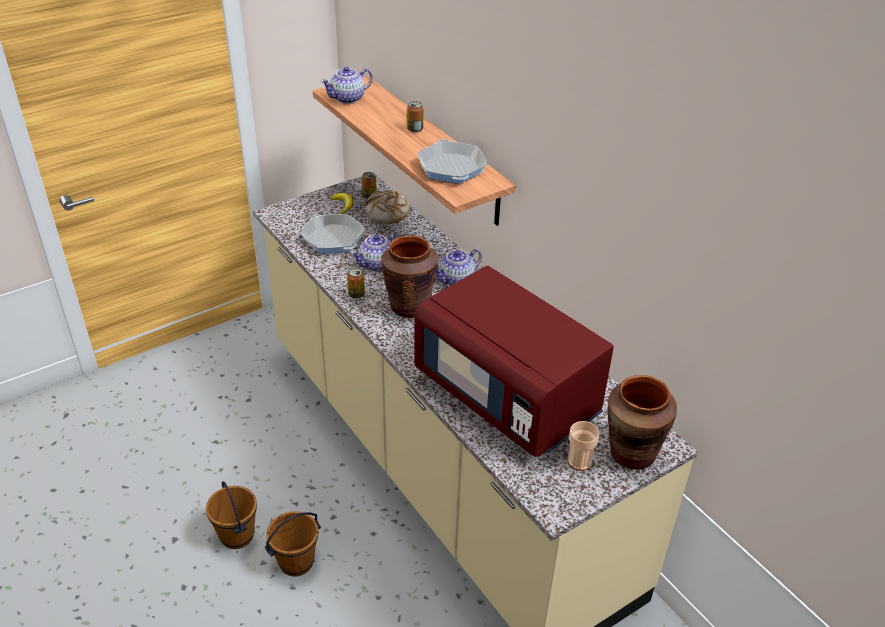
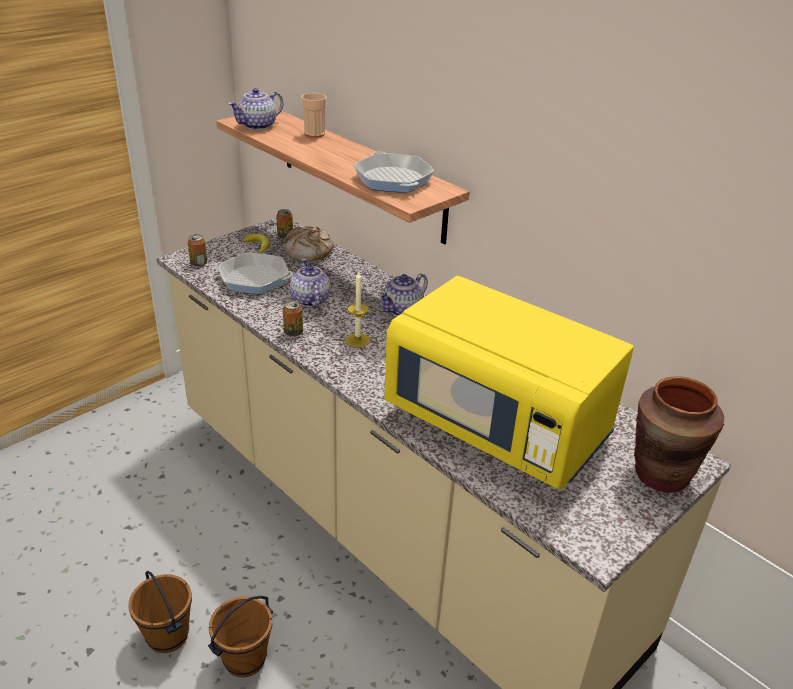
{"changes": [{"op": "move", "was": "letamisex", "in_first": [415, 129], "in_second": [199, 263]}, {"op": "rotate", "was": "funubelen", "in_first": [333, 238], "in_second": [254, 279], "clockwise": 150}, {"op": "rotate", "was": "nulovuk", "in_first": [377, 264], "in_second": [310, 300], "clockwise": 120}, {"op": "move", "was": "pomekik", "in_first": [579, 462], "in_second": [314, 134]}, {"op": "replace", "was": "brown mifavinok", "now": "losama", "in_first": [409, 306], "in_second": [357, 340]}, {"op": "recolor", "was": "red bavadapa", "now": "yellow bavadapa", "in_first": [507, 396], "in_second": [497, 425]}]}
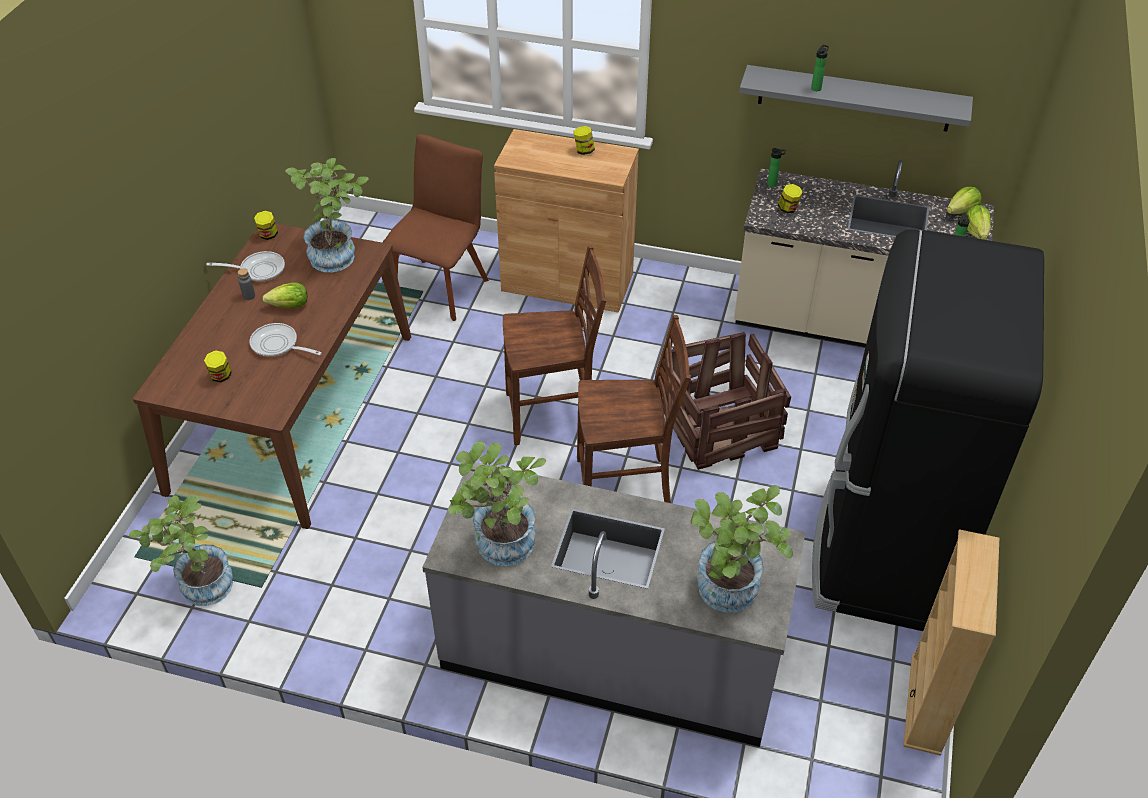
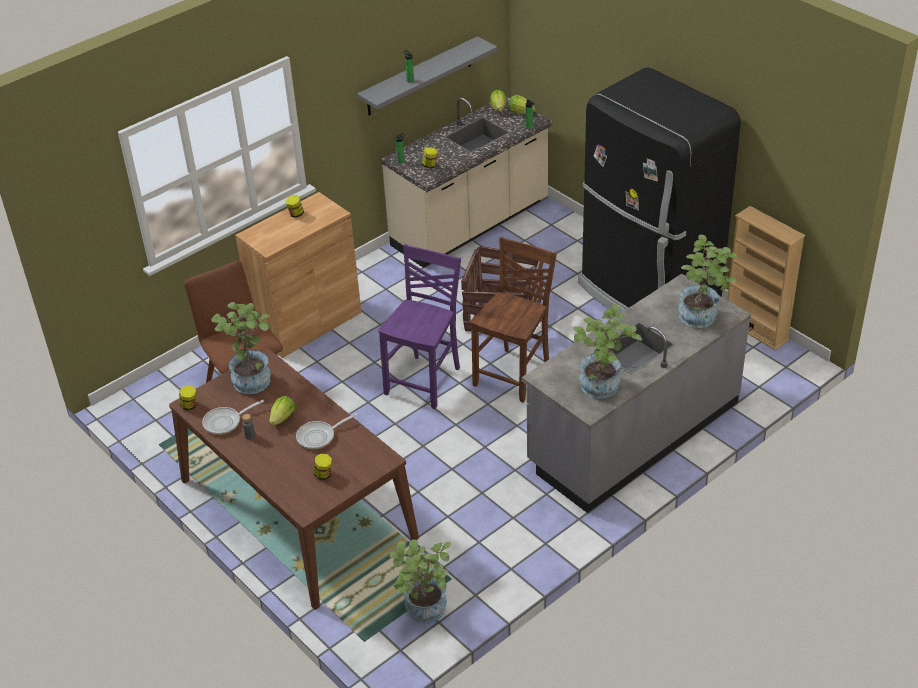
{"changes": [{"op": "rotate", "was": "funubelen", "in_first": [258, 270], "in_second": [225, 422], "clockwise": -150}, {"op": "recolor", "was": "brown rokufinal", "now": "purple rokufinal", "in_first": [553, 415], "in_second": [425, 381]}]}
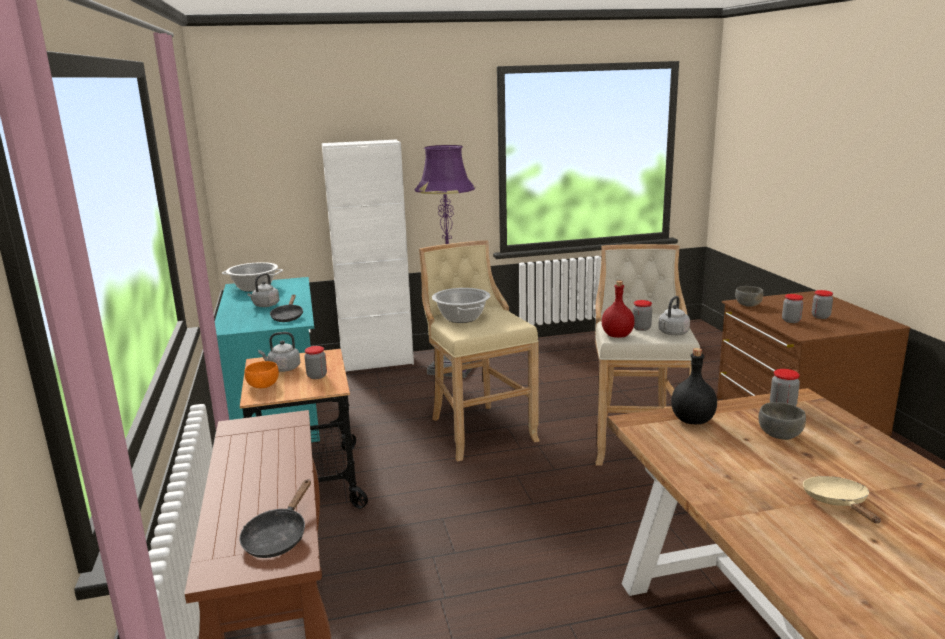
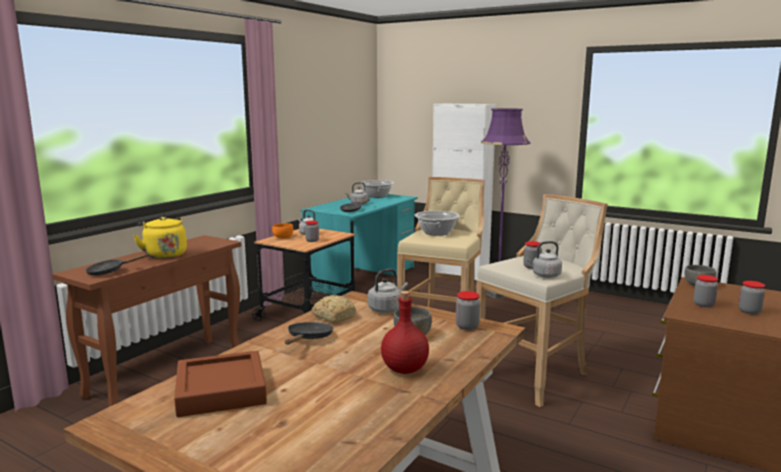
{"changes": [{"op": "insert", "now": "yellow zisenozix", "in_second": [164, 254]}, {"op": "insert", "now": "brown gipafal", "in_second": [221, 390]}, {"op": "insert", "now": "black funubelen", "in_second": [308, 338]}, {"op": "insert", "now": "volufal", "in_second": [334, 316]}, {"op": "replace", "was": "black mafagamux", "now": "grey zisenozix", "in_first": [691, 420], "in_second": [386, 309]}, {"op": "move", "was": "red mafagamux", "in_first": [617, 336], "in_second": [404, 369]}, {"op": "delete", "was": "beige funubelen", "in_first": [838, 502]}]}
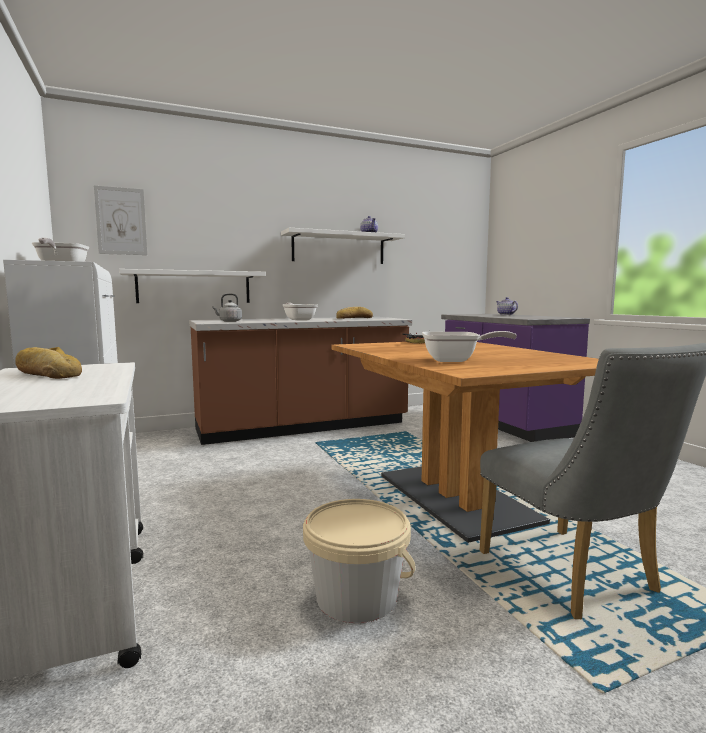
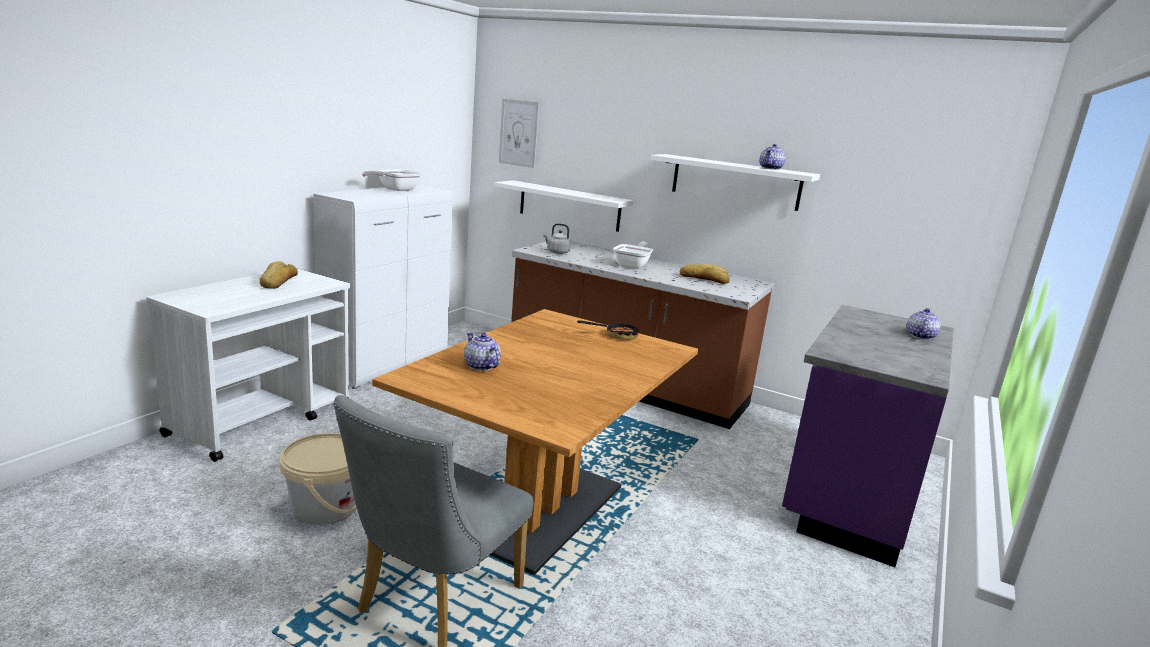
{"changes": [{"op": "replace", "was": "funubelen", "now": "nulovuk", "in_first": [456, 360], "in_second": [481, 366]}]}
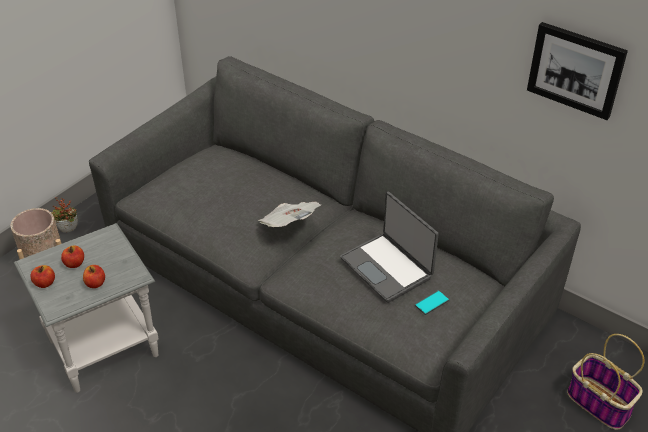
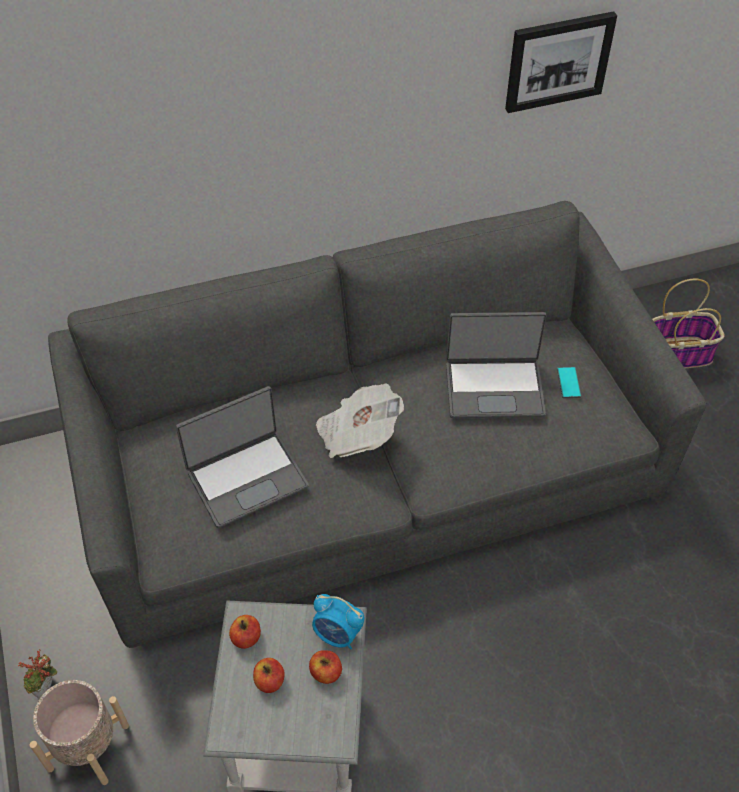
{"changes": [{"op": "insert", "now": "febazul", "in_second": [246, 478]}, {"op": "move", "was": "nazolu", "in_first": [45, 283], "in_second": [246, 638]}, {"op": "insert", "now": "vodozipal", "in_second": [338, 634]}]}
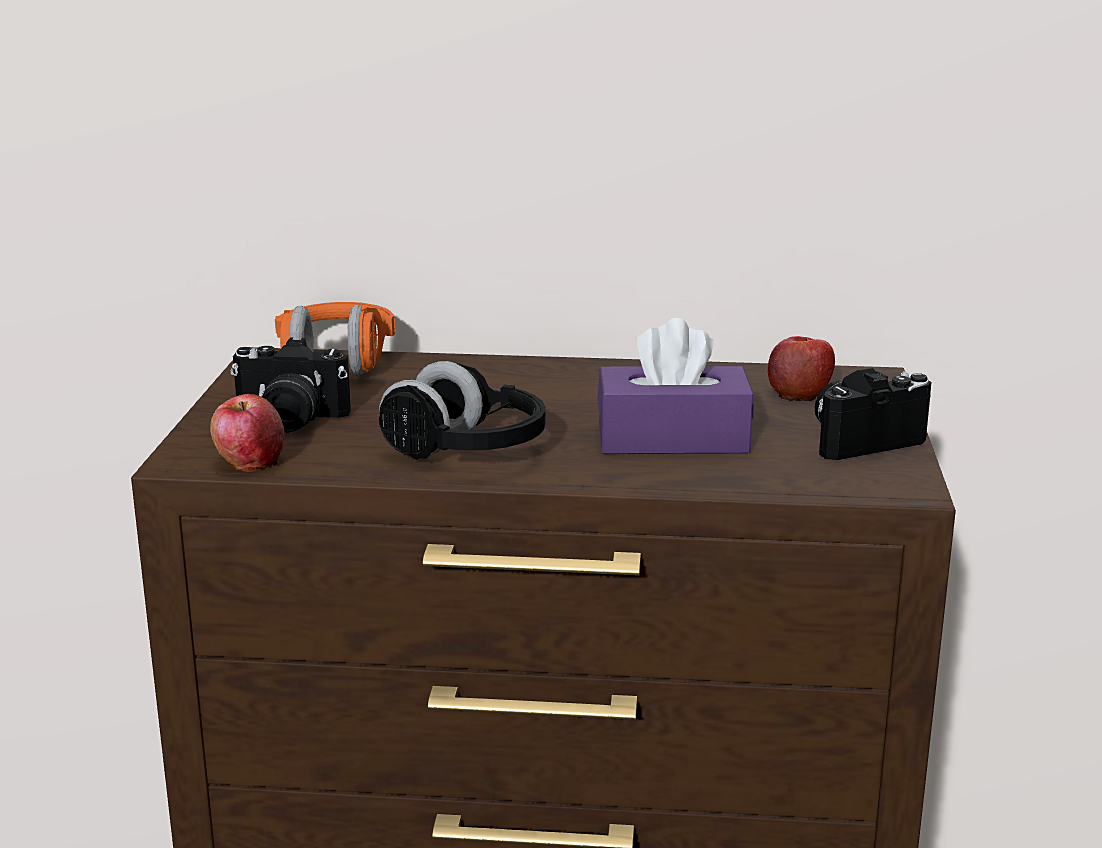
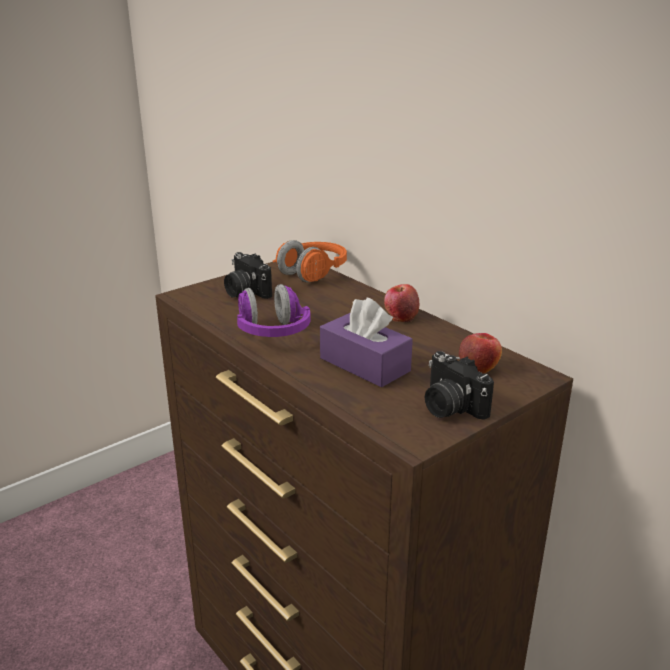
{"changes": [{"op": "recolor", "was": "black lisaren", "now": "purple lisaren", "in_first": [465, 452], "in_second": [272, 333]}, {"op": "move", "was": "nazolu", "in_first": [250, 461], "in_second": [401, 316]}, {"op": "rotate", "was": "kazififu", "in_first": [861, 441], "in_second": [449, 407], "clockwise": -150}]}
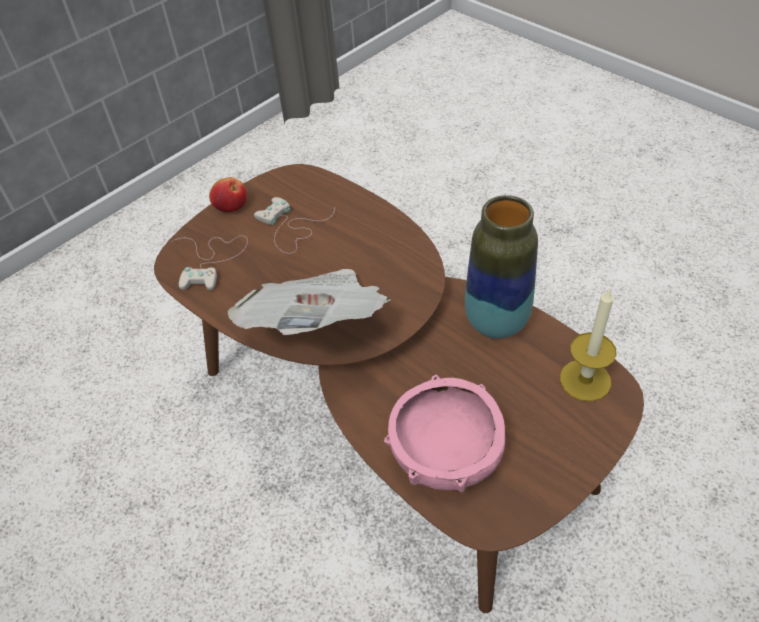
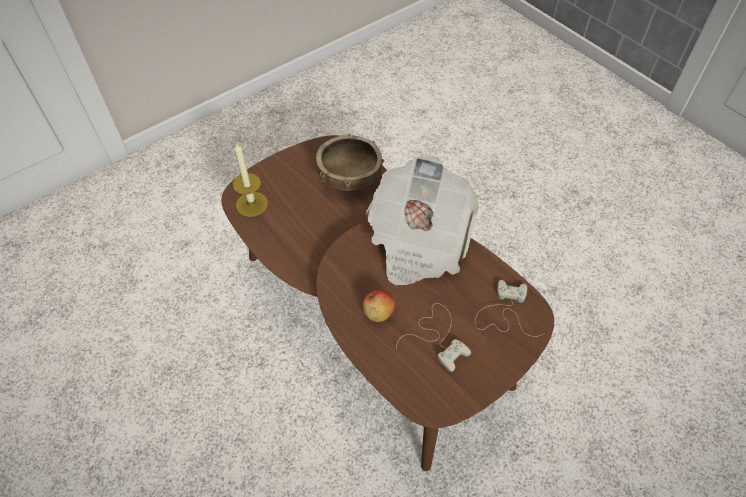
{"changes": [{"op": "recolor", "was": "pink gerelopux", "now": "brown gerelopux", "in_first": [446, 452], "in_second": [349, 177]}, {"op": "move", "was": "nazolu", "in_first": [231, 205], "in_second": [378, 312]}, {"op": "delete", "was": "mifavinok", "in_first": [496, 322]}]}
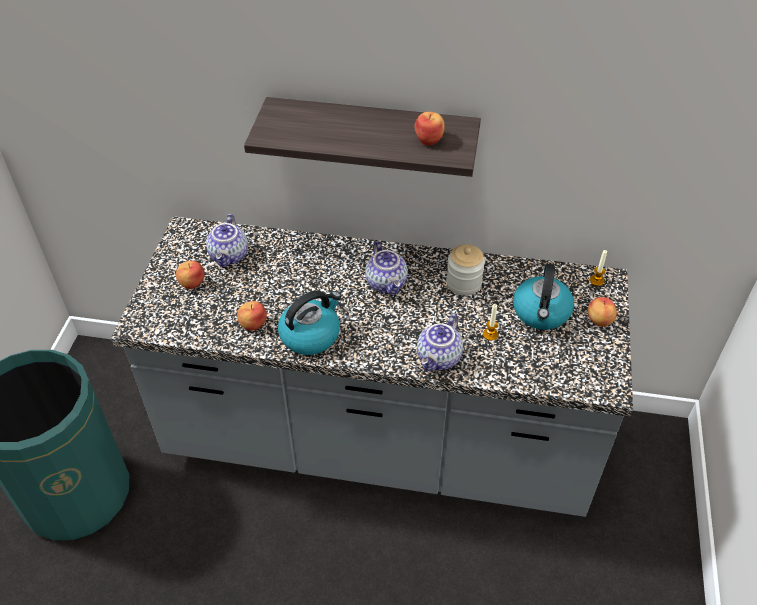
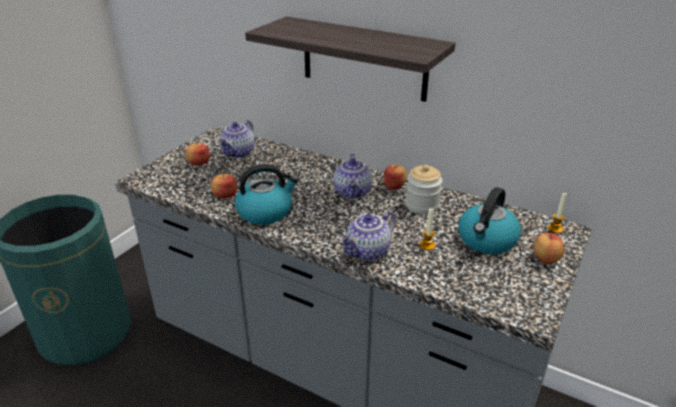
{"changes": [{"op": "move", "was": "nazolu", "in_first": [429, 139], "in_second": [394, 186]}]}
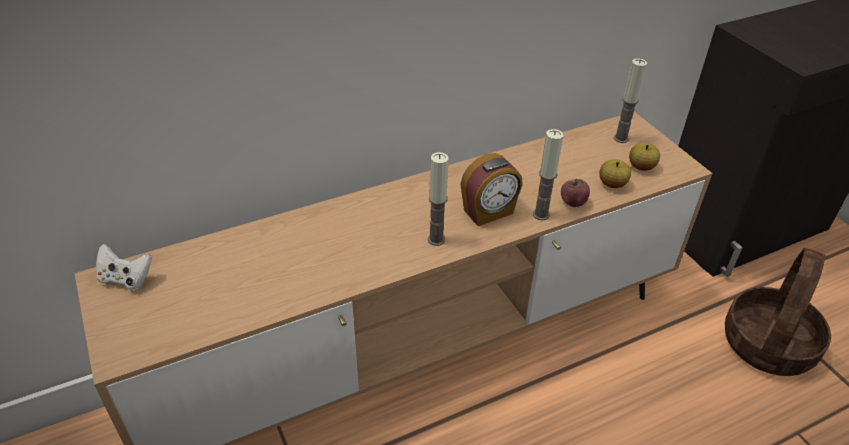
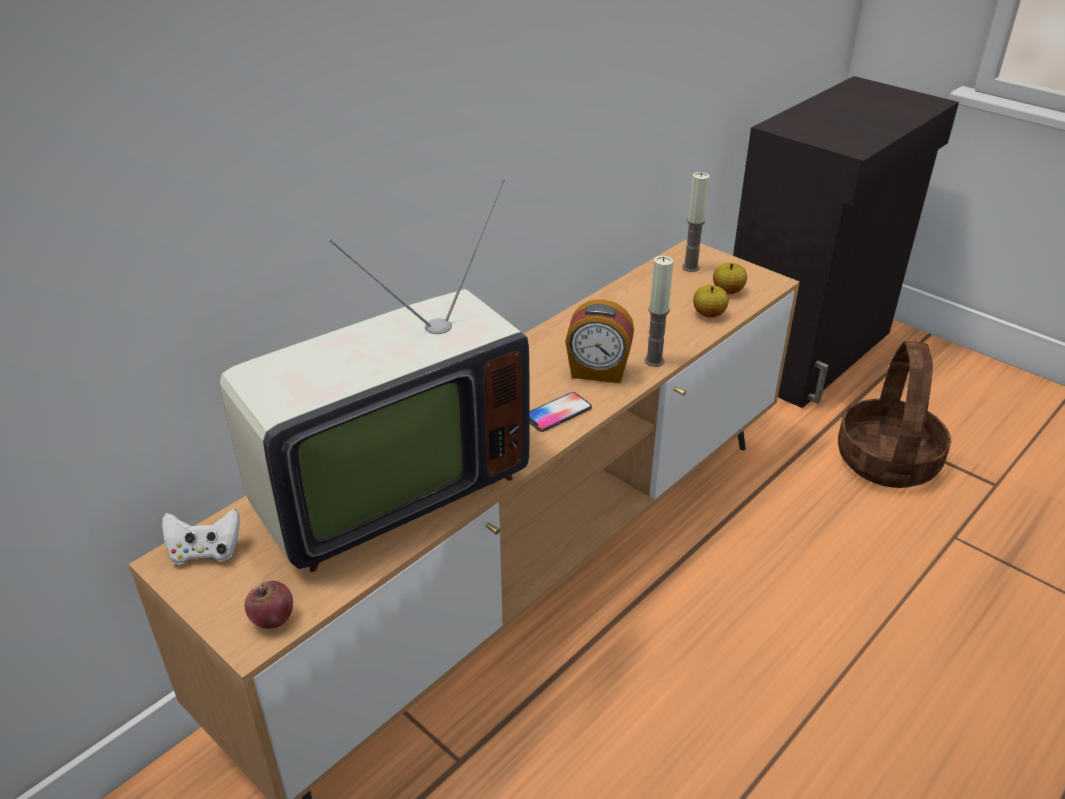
{"changes": [{"op": "insert", "now": "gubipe", "in_second": [383, 489]}, {"op": "move", "was": "nazolu", "in_first": [573, 202], "in_second": [272, 618]}, {"op": "replace", "was": "losama", "now": "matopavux", "in_first": [436, 239], "in_second": [557, 413]}, {"op": "rotate", "was": "vodozipal", "in_first": [489, 212], "in_second": [598, 372], "clockwise": 60}]}
